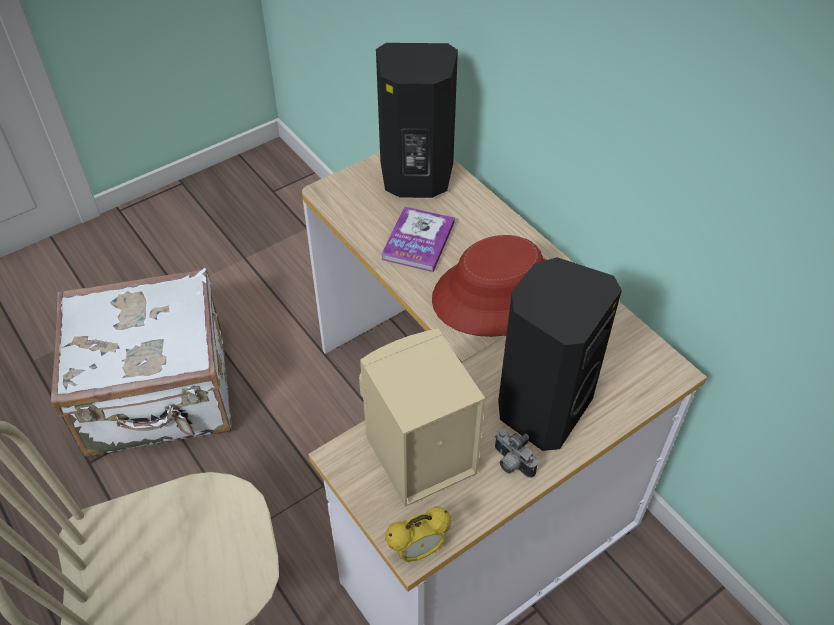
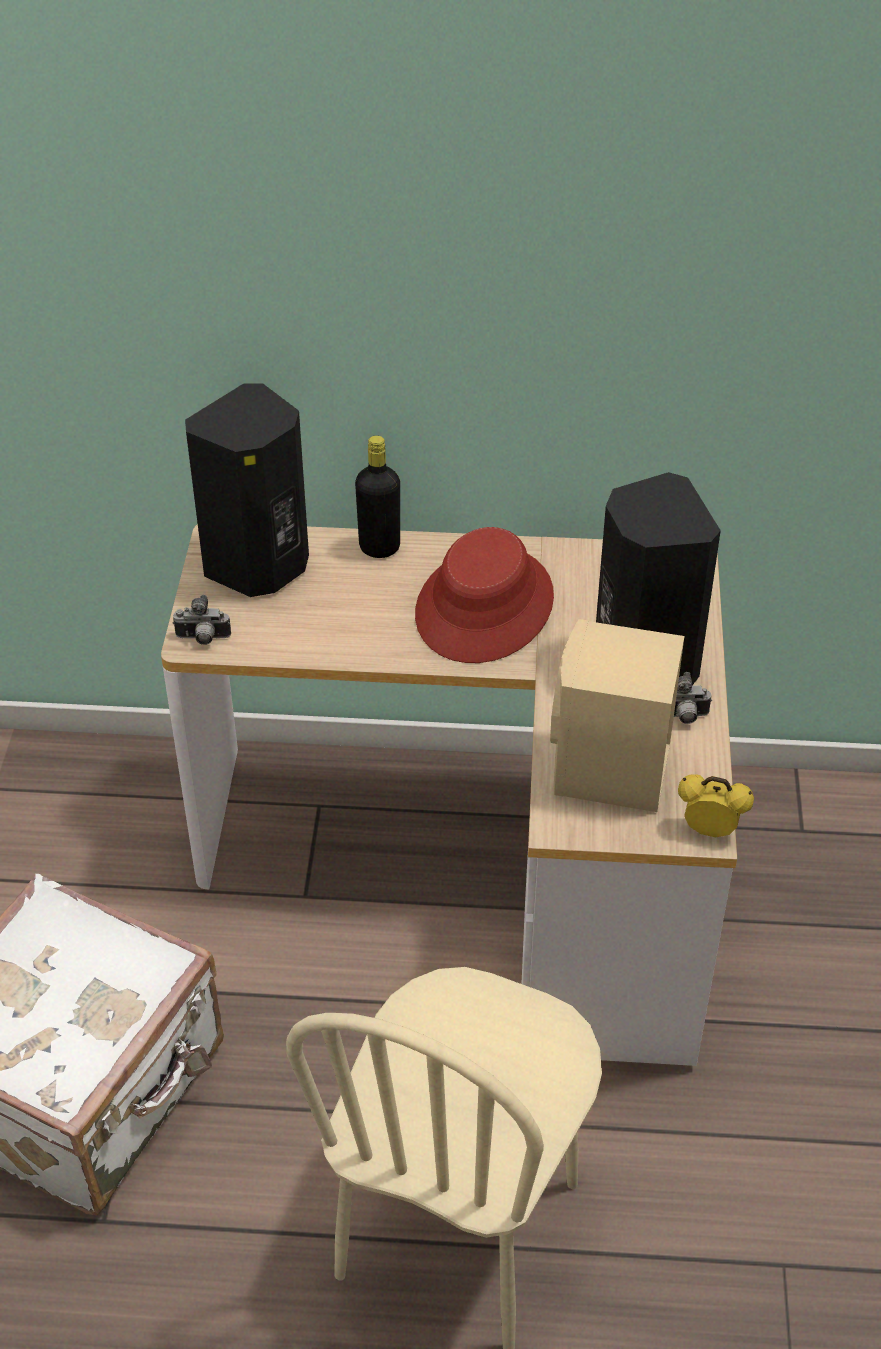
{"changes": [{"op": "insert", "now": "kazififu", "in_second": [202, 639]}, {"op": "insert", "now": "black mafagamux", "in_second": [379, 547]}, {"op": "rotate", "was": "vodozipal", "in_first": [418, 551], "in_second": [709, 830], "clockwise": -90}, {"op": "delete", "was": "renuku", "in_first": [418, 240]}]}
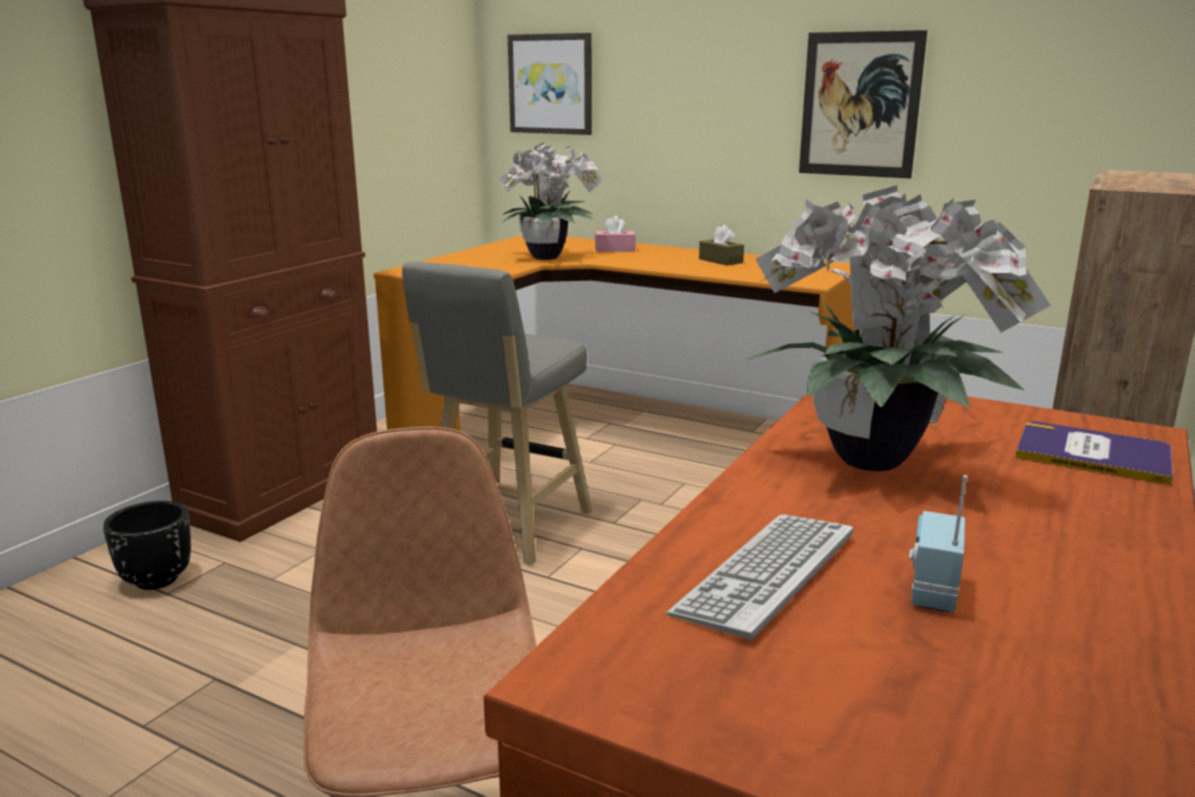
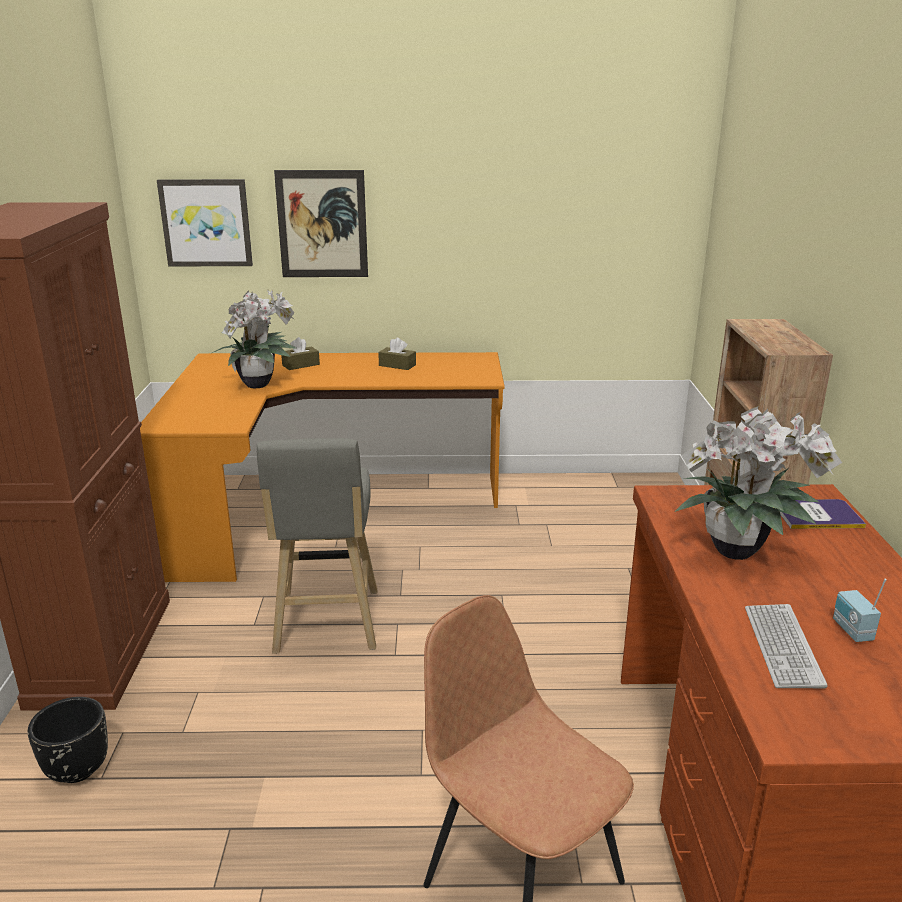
{"changes": [{"op": "move", "was": "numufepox", "in_first": [860, 105], "in_second": [322, 224]}, {"op": "recolor", "was": "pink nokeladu", "now": "brown nokeladu", "in_first": [615, 249], "in_second": [301, 365]}]}
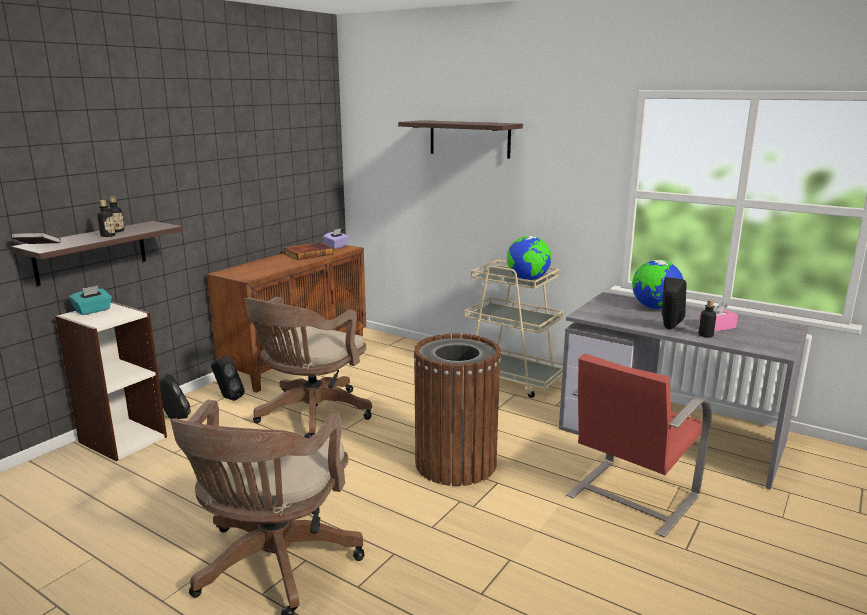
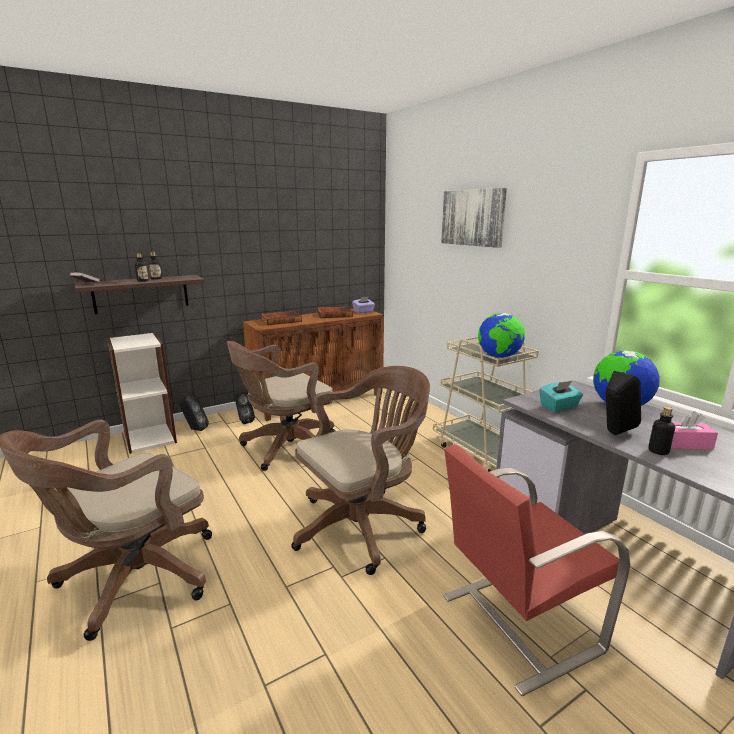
{"changes": [{"op": "insert", "now": "renuku", "in_second": [281, 320]}, {"op": "replace", "was": "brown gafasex", "now": "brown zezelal", "in_first": [456, 463], "in_second": [363, 525]}, {"op": "replace", "was": "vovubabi", "now": "numufepox", "in_first": [469, 139], "in_second": [473, 217]}, {"op": "move", "was": "turquoise nokeladu", "in_first": [93, 311], "in_second": [559, 407]}]}
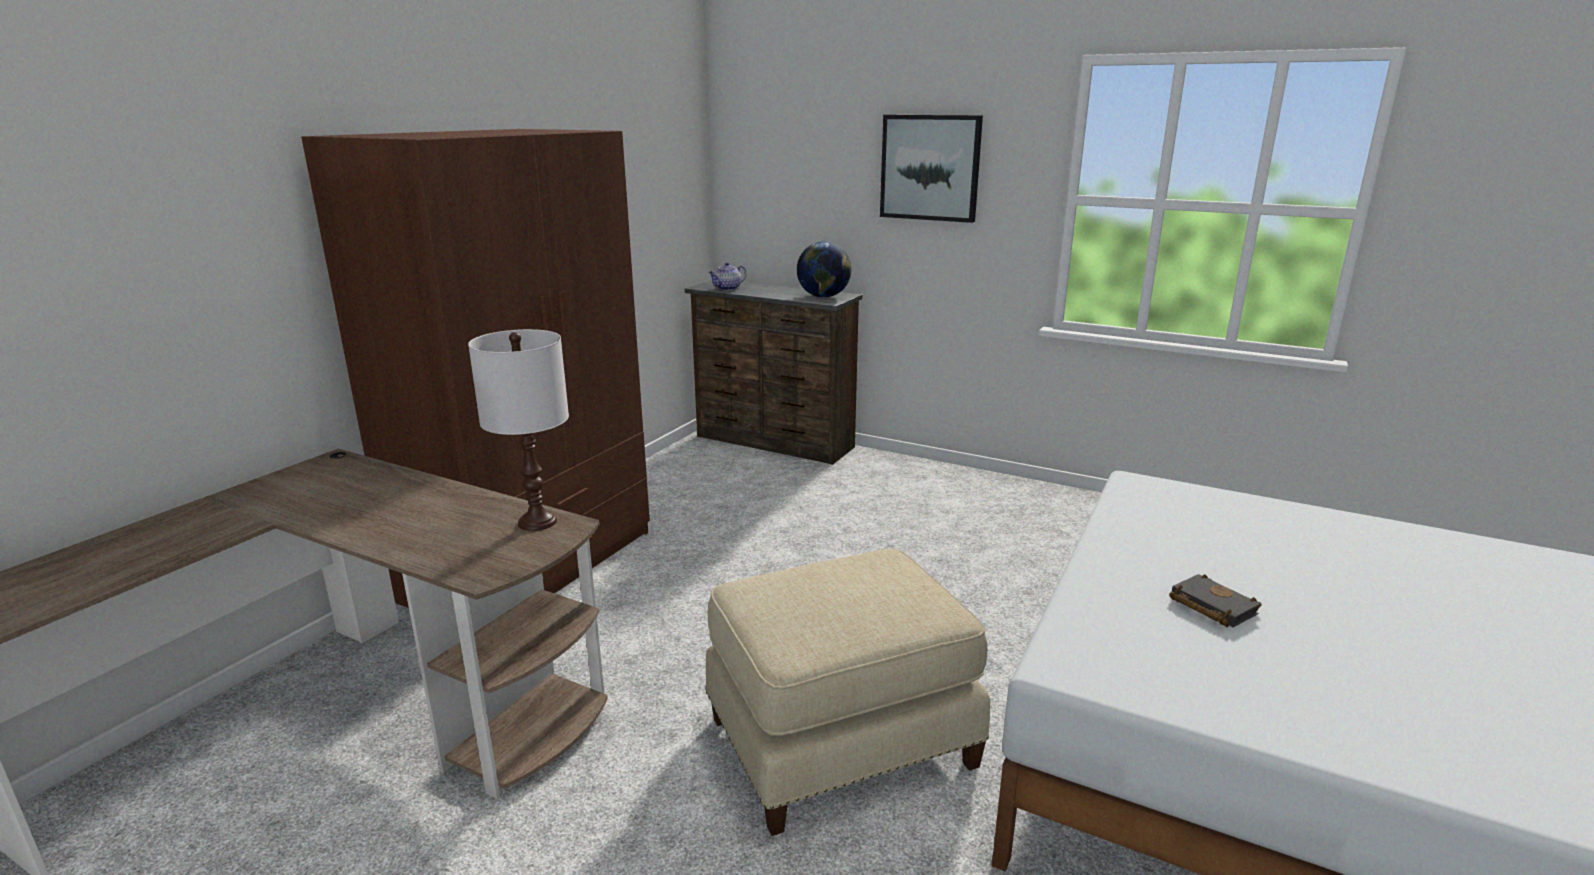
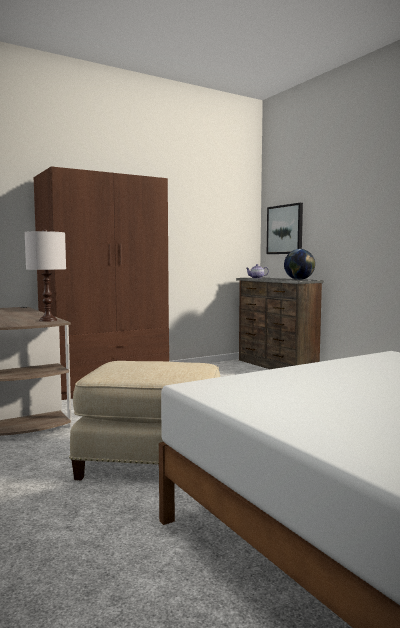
{"changes": [{"op": "move", "was": "numufepox", "in_first": [930, 168], "in_second": [285, 229]}, {"op": "delete", "was": "black renuku", "in_first": [1209, 606]}]}
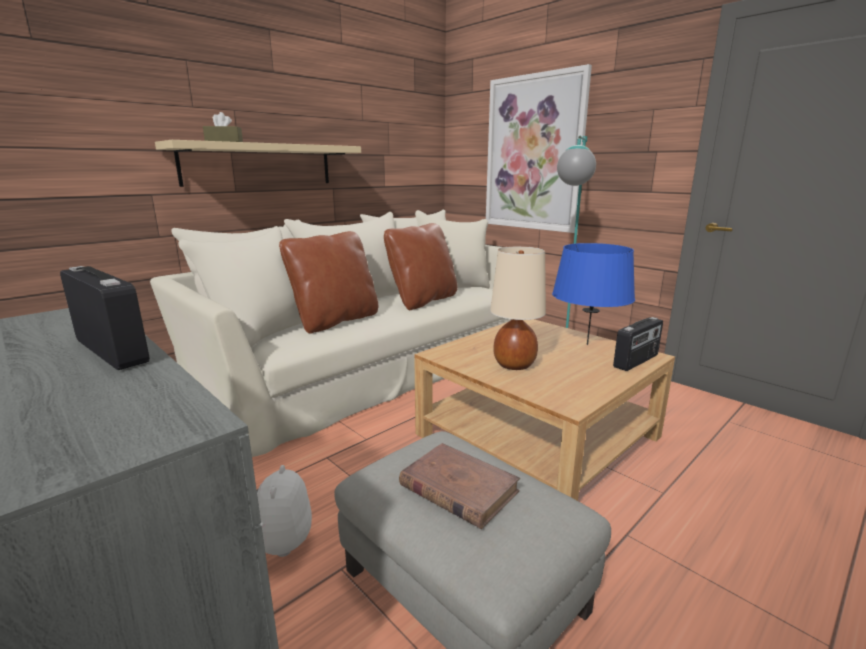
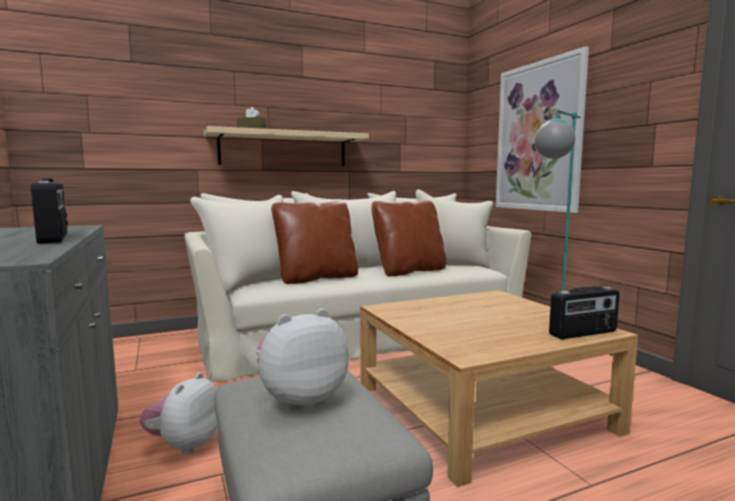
{"changes": [{"op": "replace", "was": "brown renuku", "now": "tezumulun", "in_first": [458, 488], "in_second": [300, 399]}, {"op": "delete", "was": "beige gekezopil", "in_first": [513, 365]}, {"op": "delete", "was": "blue gekezopil", "in_first": [587, 344]}]}
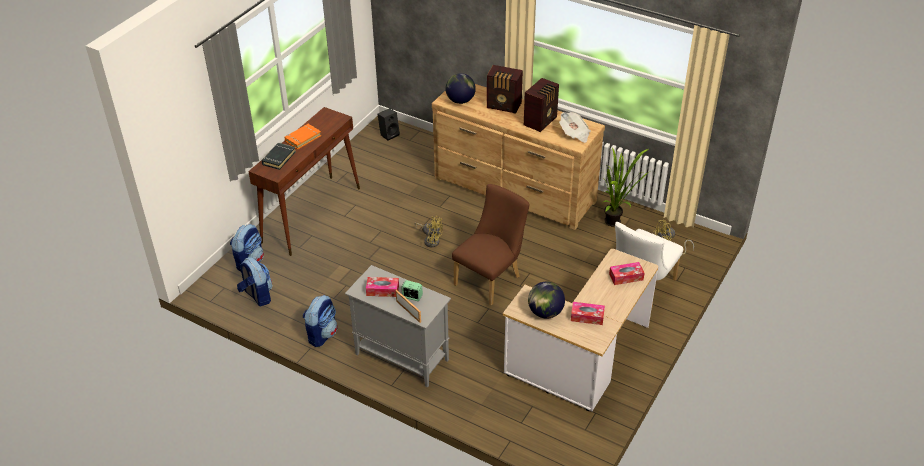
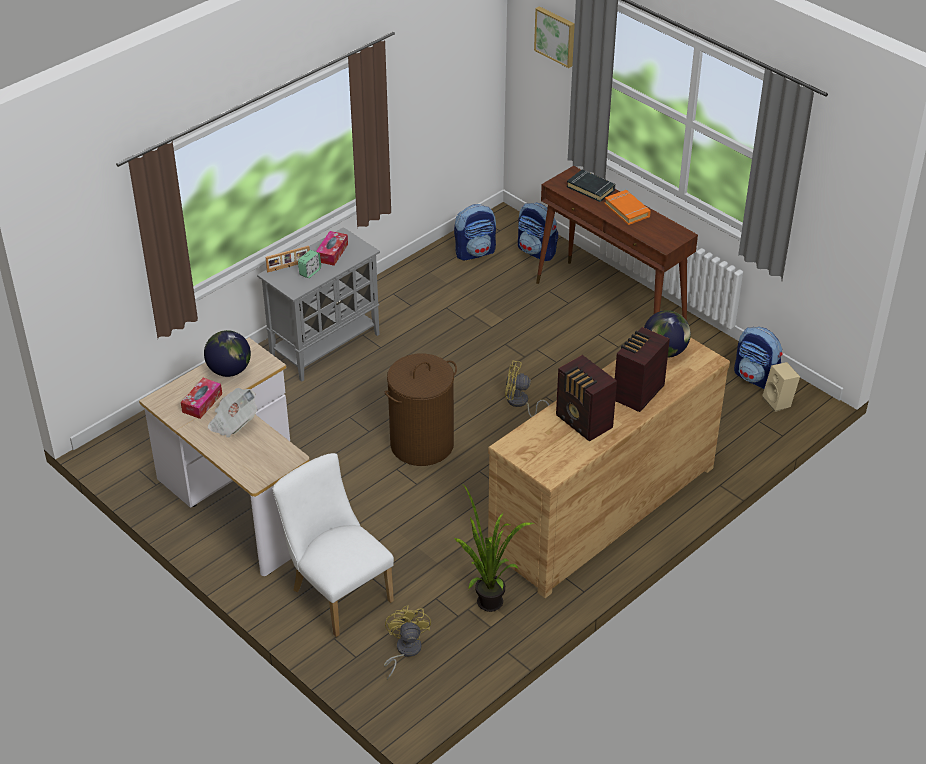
{"changes": [{"op": "move", "was": "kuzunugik", "in_first": [574, 134], "in_second": [233, 422]}, {"op": "replace", "was": "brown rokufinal", "now": "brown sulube", "in_first": [491, 278], "in_second": [422, 444]}, {"op": "rotate", "was": "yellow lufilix", "in_first": [430, 240], "in_second": [520, 403], "clockwise": 60}, {"op": "insert", "now": "numufepox", "in_second": [556, 36]}, {"op": "move", "was": "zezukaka", "in_first": [322, 334], "in_second": [756, 378]}, {"op": "recolor", "was": "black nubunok", "now": "beige nubunok", "in_first": [389, 134], "in_second": [779, 402]}, {"op": "delete", "was": "nokeladu", "in_first": [626, 277]}]}
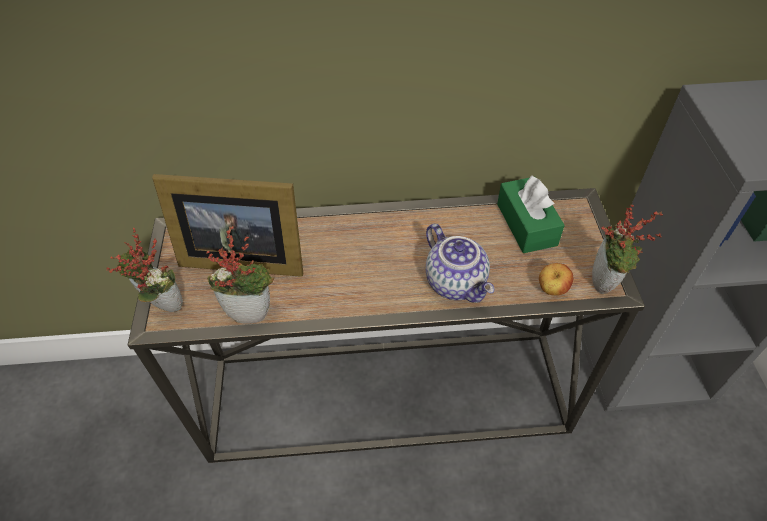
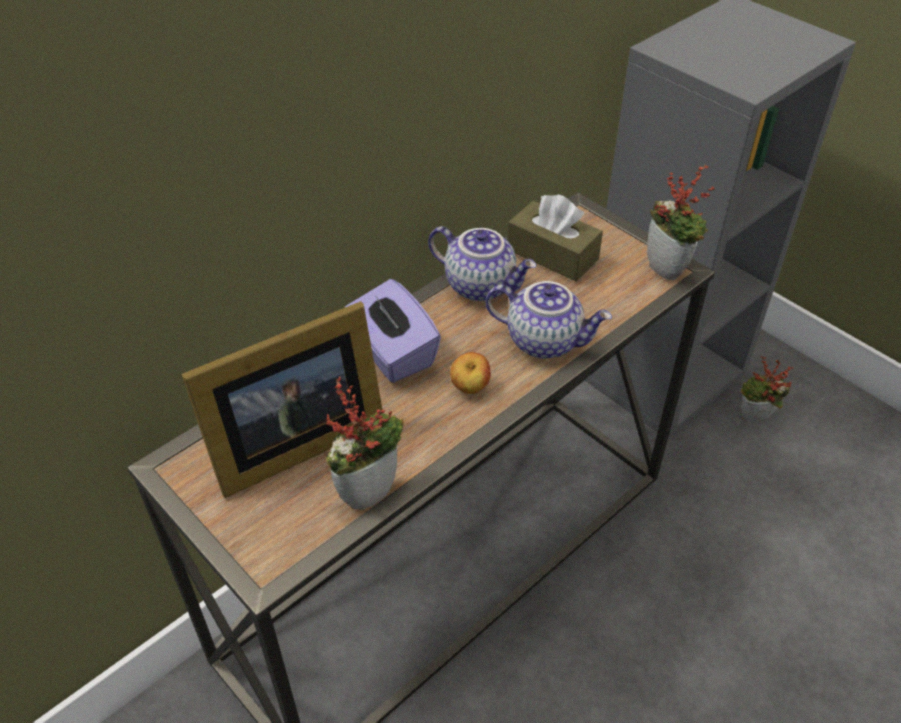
{"changes": [{"op": "insert", "now": "purple nokeladu", "in_second": [392, 353]}, {"op": "insert", "now": "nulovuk", "in_second": [481, 285]}, {"op": "move", "was": "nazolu", "in_first": [551, 290], "in_second": [470, 388]}, {"op": "recolor", "was": "green nokeladu", "now": "brown nokeladu", "in_first": [526, 224], "in_second": [552, 254]}, {"op": "move", "was": "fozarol", "in_first": [162, 307], "in_second": [754, 420]}]}
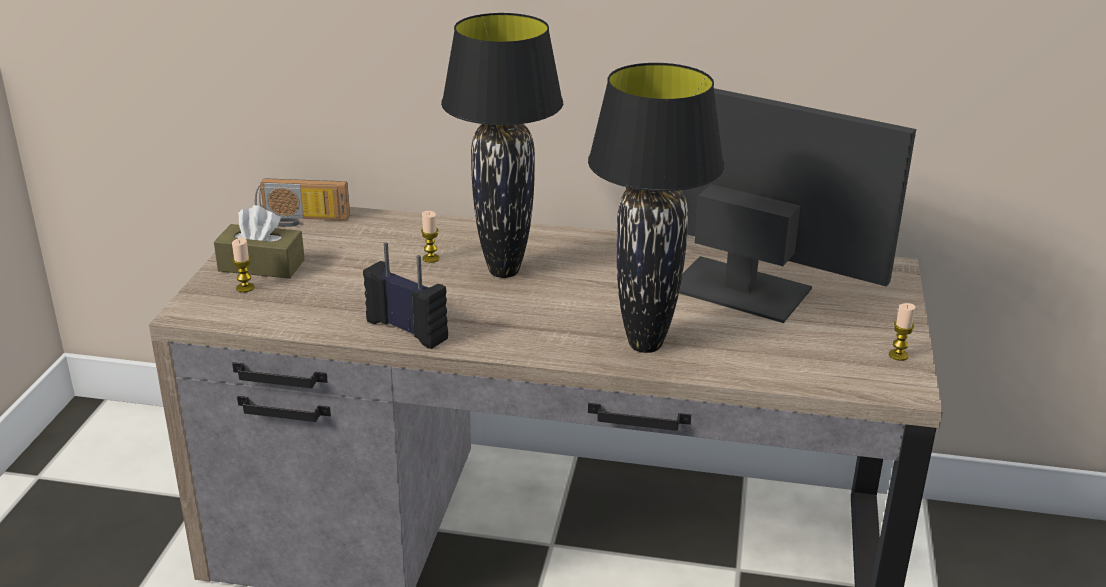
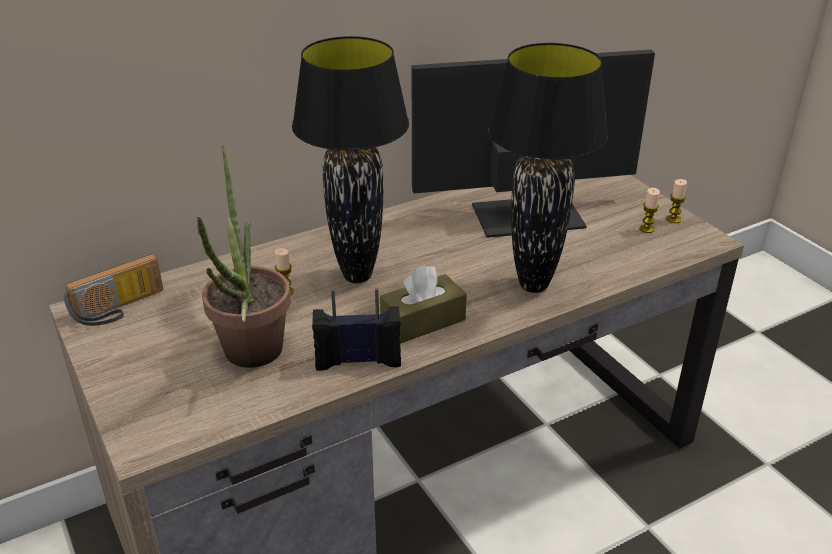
{"changes": [{"op": "insert", "now": "fozarol", "in_second": [250, 358]}, {"op": "move", "was": "brown nokeladu", "in_first": [261, 265], "in_second": [423, 321]}, {"op": "move", "was": "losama", "in_first": [245, 288], "in_second": [647, 229]}]}
